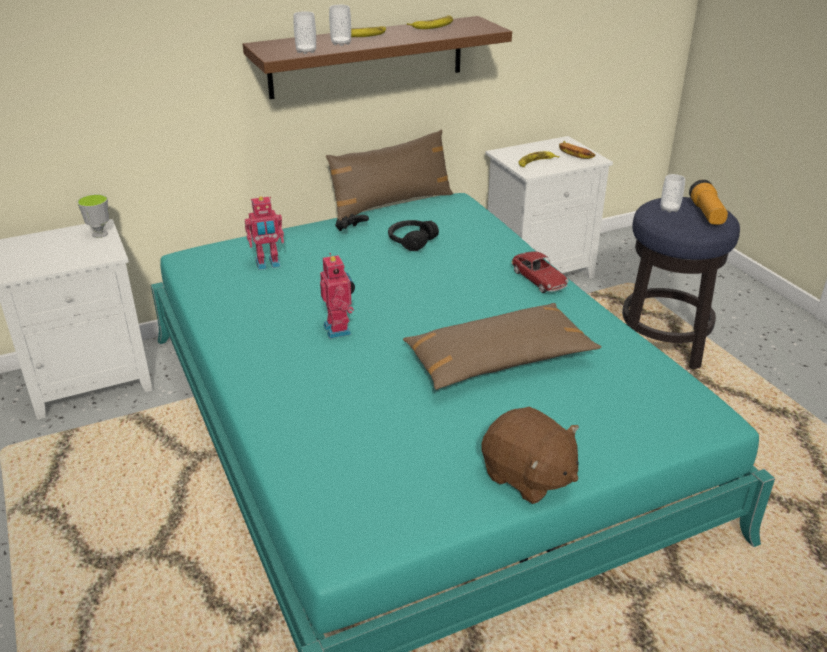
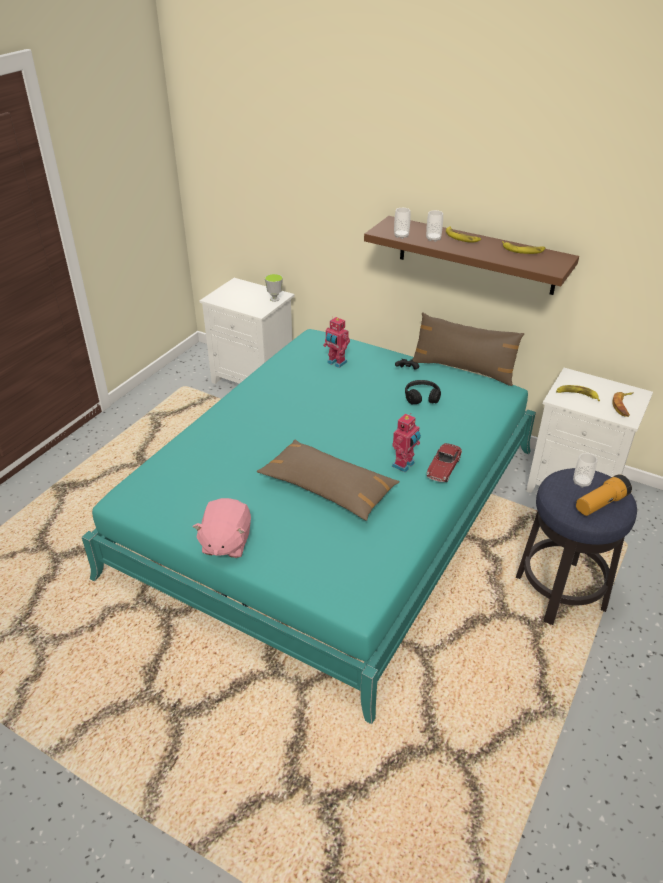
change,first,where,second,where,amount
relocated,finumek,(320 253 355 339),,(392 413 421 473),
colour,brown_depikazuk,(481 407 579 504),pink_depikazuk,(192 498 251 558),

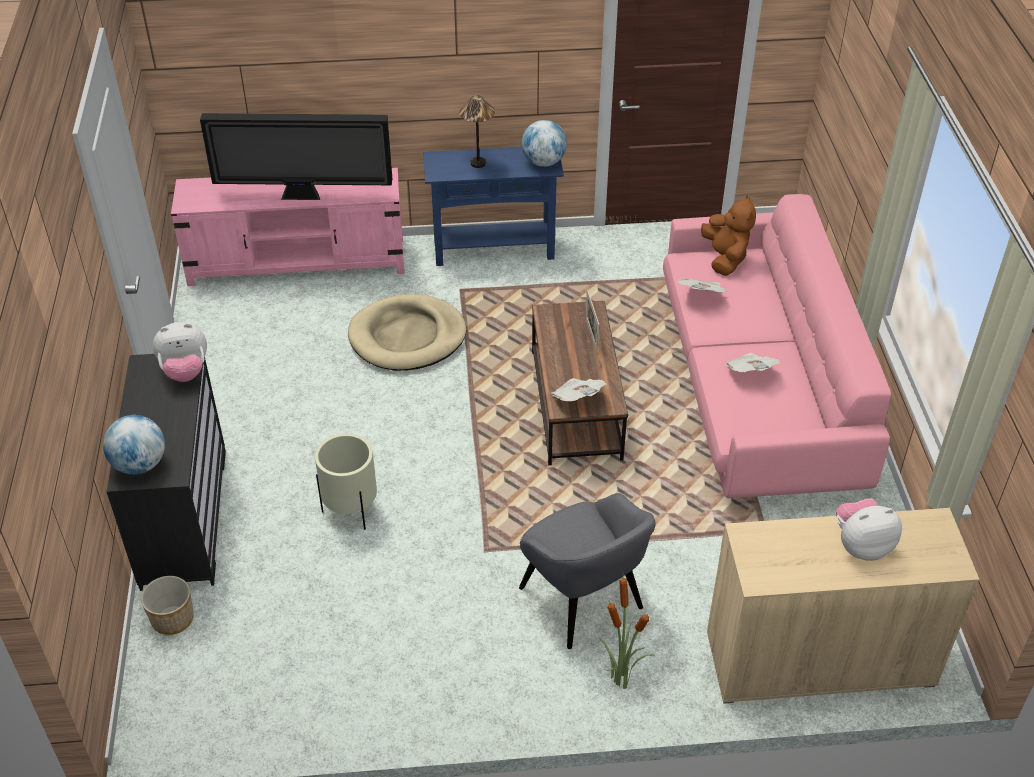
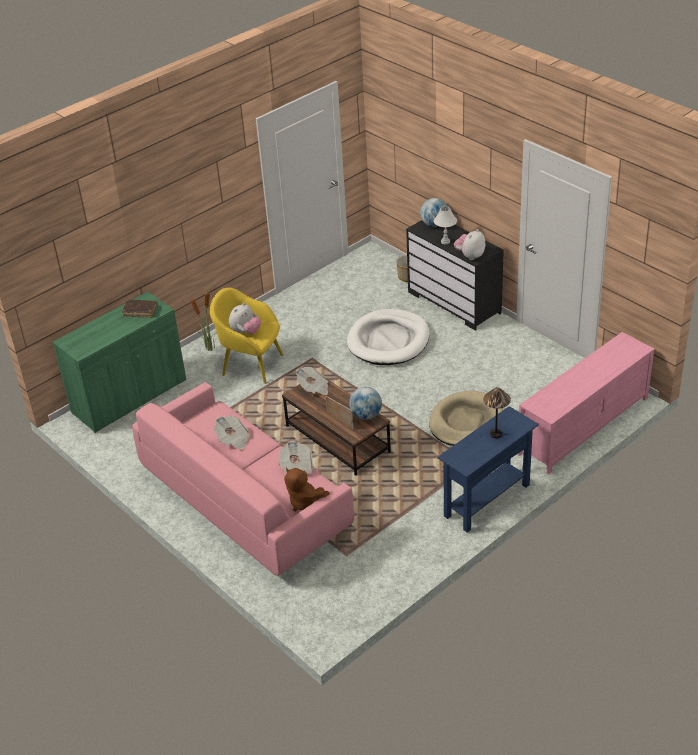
change,first,where,second,where,amount
missing,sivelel,(200 113 392 200),,,
exchanged,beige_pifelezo,(315 434 377 530),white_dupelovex,(347 309 430 365),
colour,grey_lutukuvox,(519 493 655 649),yellow_lutukuvox,(210 288 283 384),
relocated,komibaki,(521 120 567 167),,(349 387 382 420),
colour,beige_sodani,(707 508 980 703),green_sodani,(53 292 186 433),
relocated,depikazuk,(836 498 902 561),,(229 303 261 334),
appeared,,,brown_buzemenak,(122 299 157 318),
appeared,,,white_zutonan,(434 206 457 244),

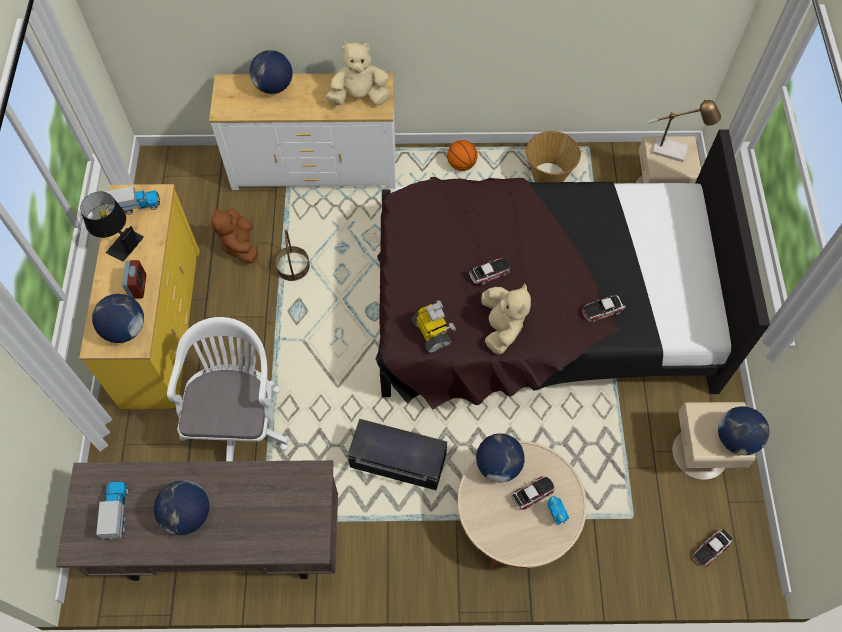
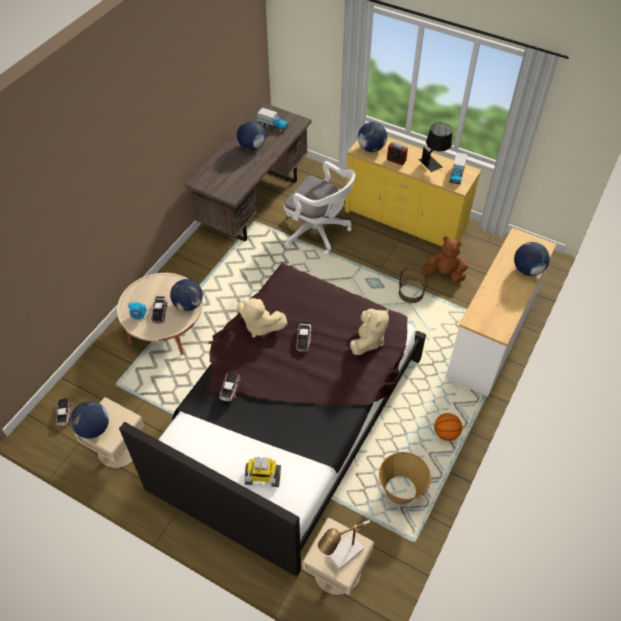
change,first,where,second,where,amount
relocated,beige_depikazuk,(326 42 390 106),,(350 309 389 355),
missing,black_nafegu,(348 419 447 490),,,
relocated,finumek,(411 300 456 353),,(245 457 281 487),

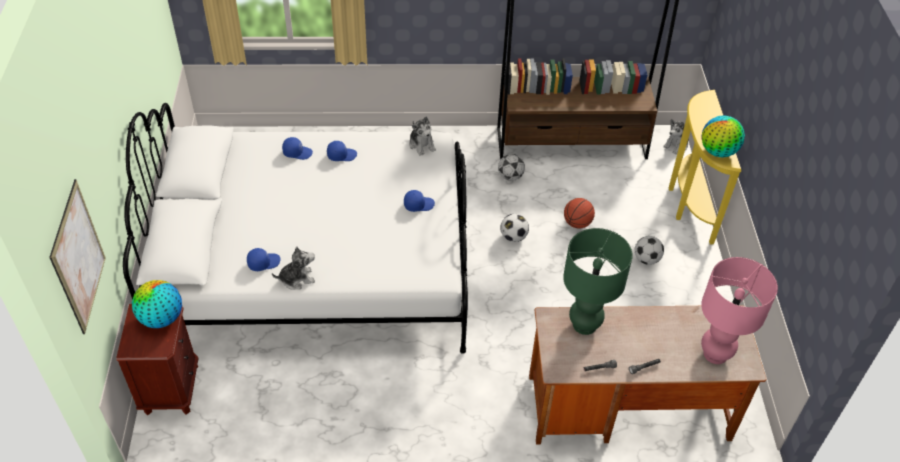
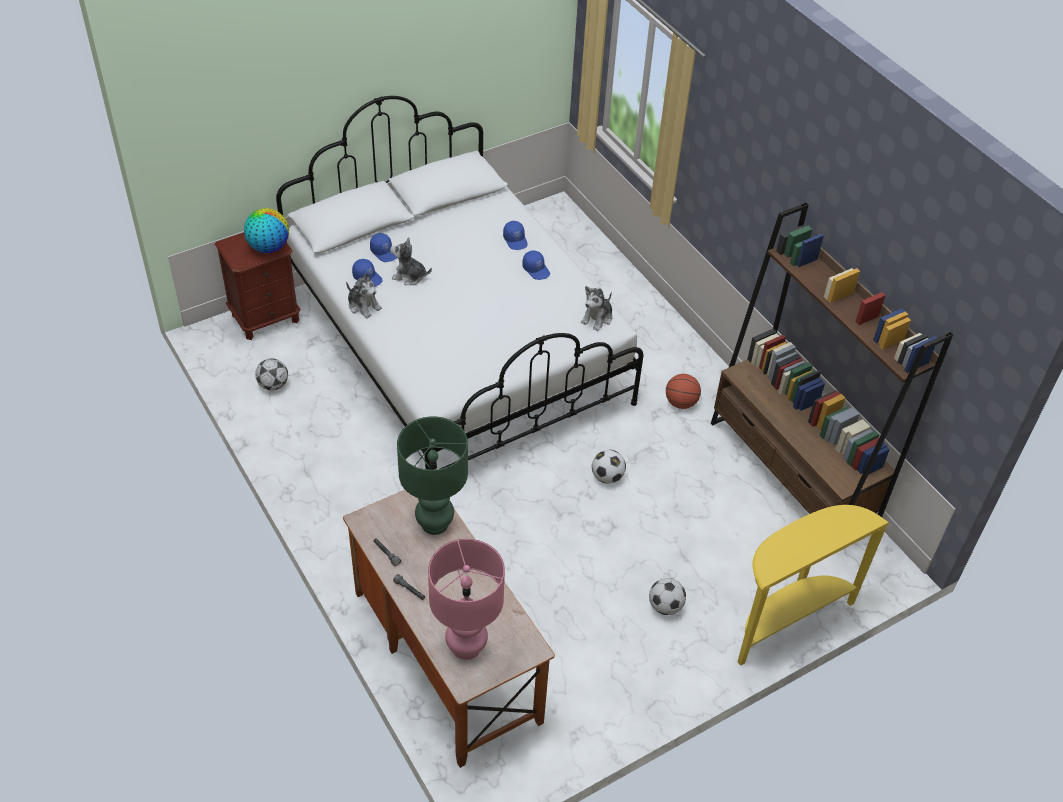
change,first,where,second,where,amount
missing,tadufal,(49 179 106 334),,,
relocated,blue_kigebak,(404 190 435 212),,(370 233 397 262),
relocated,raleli,(498 154 525 181),,(255 358 288 391),
relocated,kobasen,(564 198 595 229),,(666 374 701 409),
relocated,depikazuk,(663 119 689 155),,(390 238 432 285),
missing,komibaki,(701 115 745 157),,,

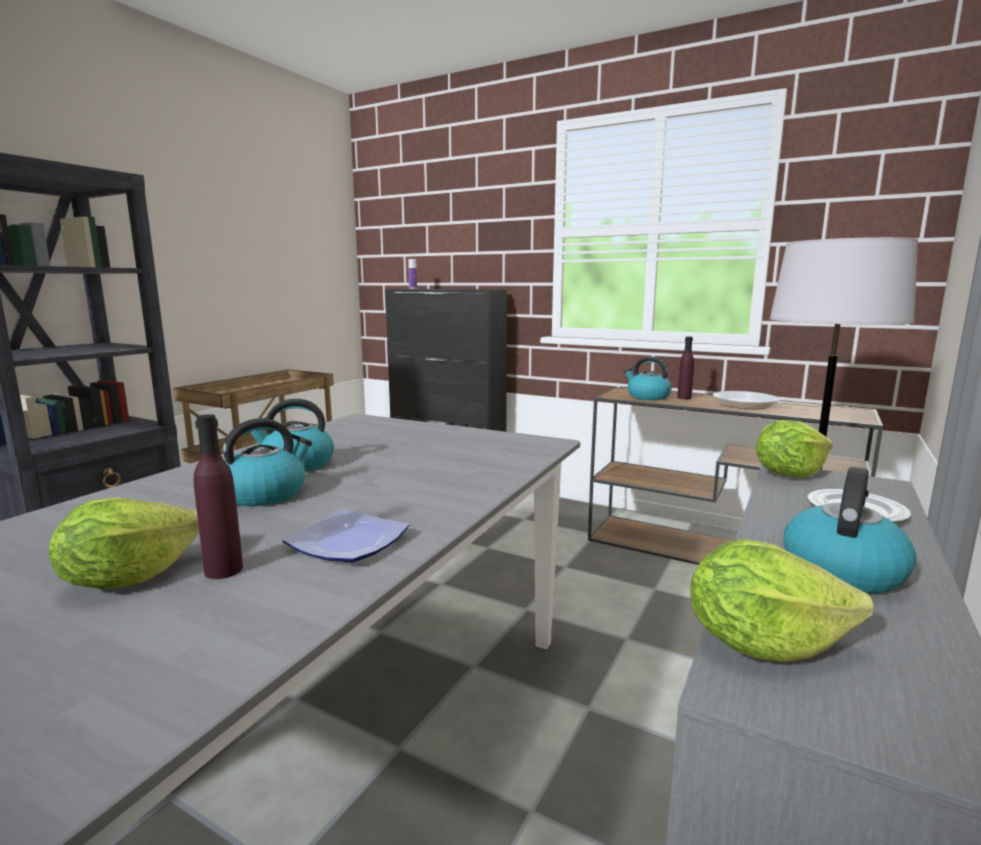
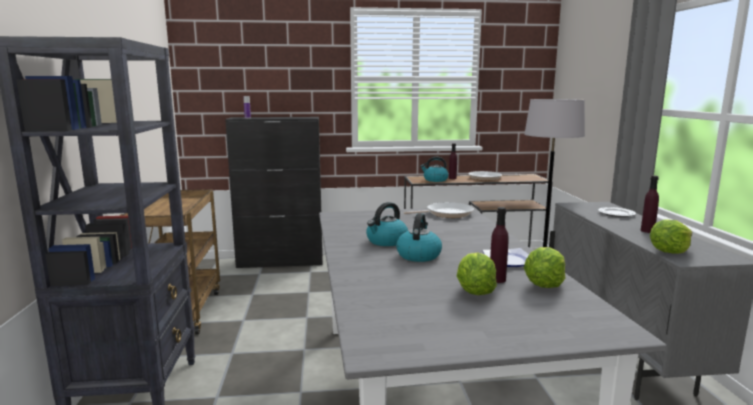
change,first,where,second,where,amount
relocated,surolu,(755 420 833 478),,(524 247 565 288),
exchanged,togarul,(783 467 917 593),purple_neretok,(641 175 659 233),
appeared,,,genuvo,(404 202 474 218),

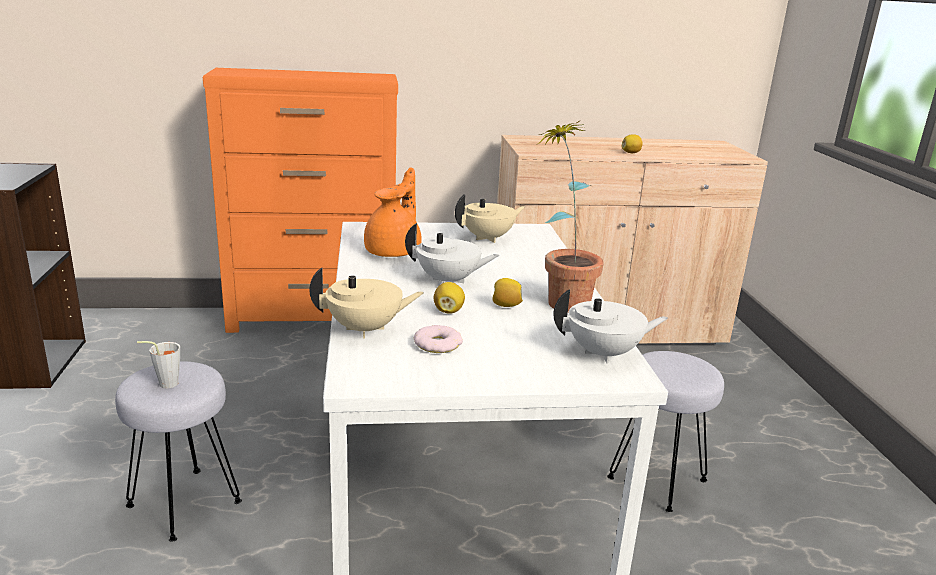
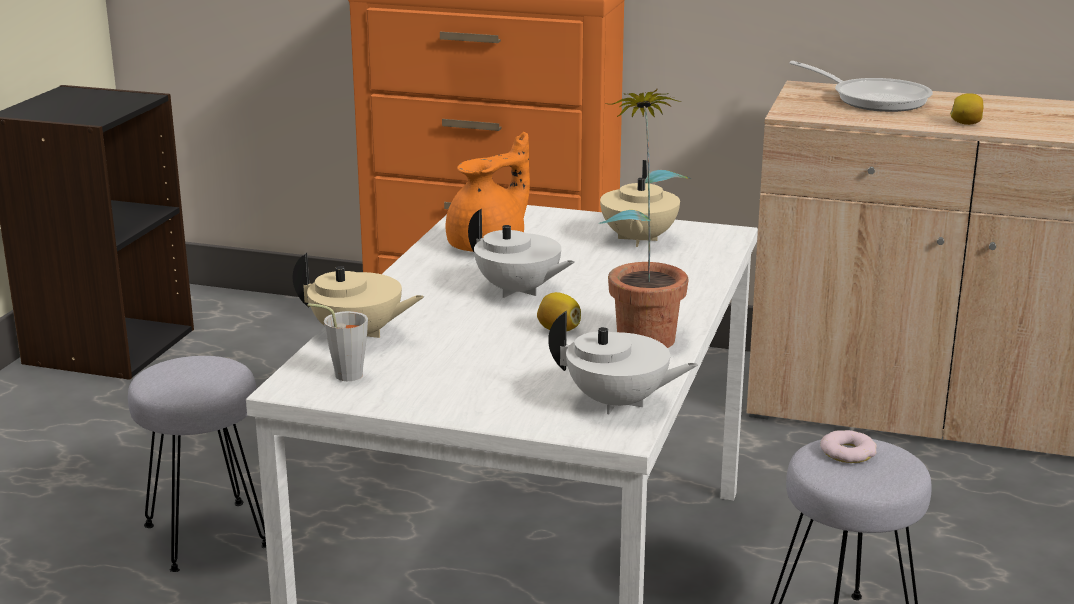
change,first,where,second,where,amount
relocated,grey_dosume,(137 341 180 388),,(308 303 368 381),
relocated,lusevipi,(414 325 463 353),,(820 430 877 463),
missing,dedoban,(434 282 465 314),,,
spun,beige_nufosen,(455 194 525 243),,(600 160 680 247),105 degrees clockwise
appeared,,,genuvo,(789 61 933 112),

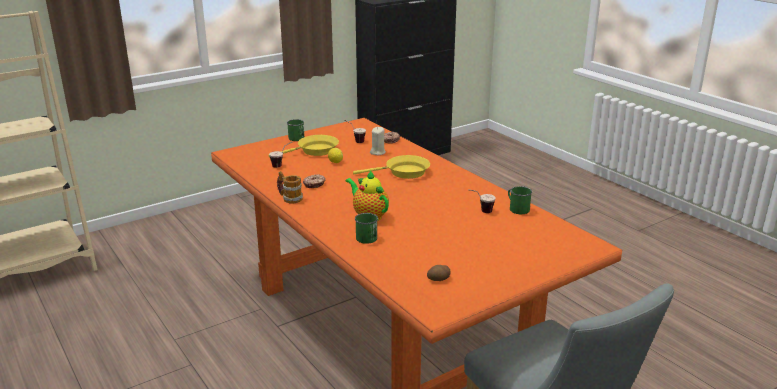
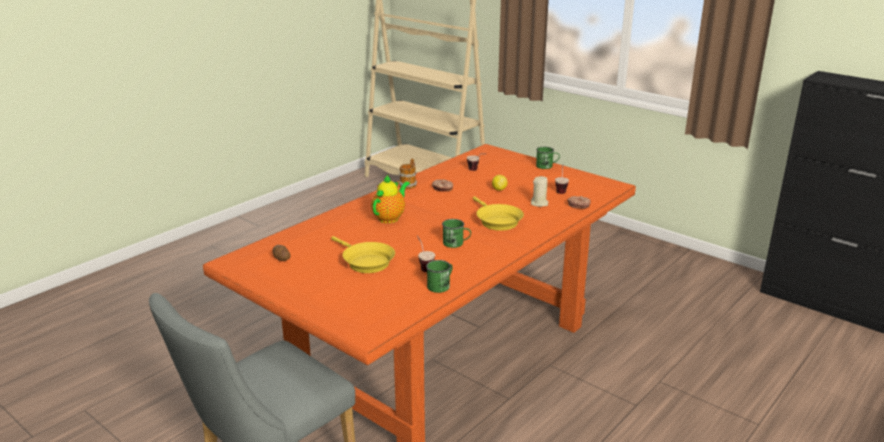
change,first,where,second,where,amount
relocated,yellow_genuvo,(268 135 339 158),,(331 236 395 273),
relocated,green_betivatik,(355 213 378 244),,(442 219 471 248),

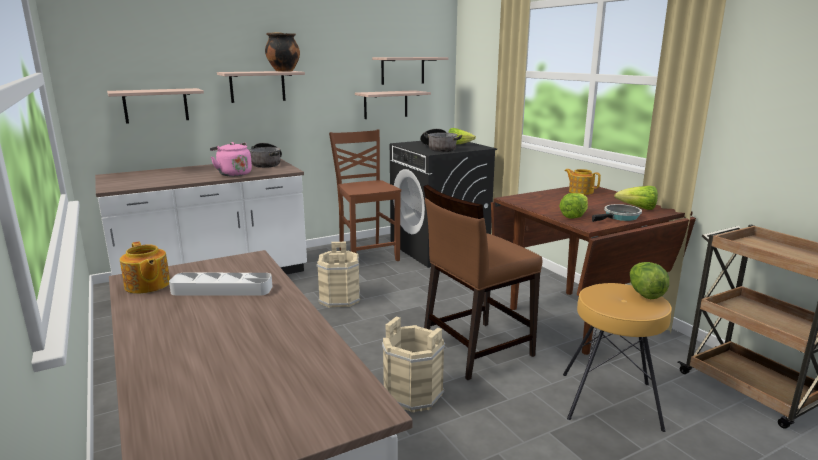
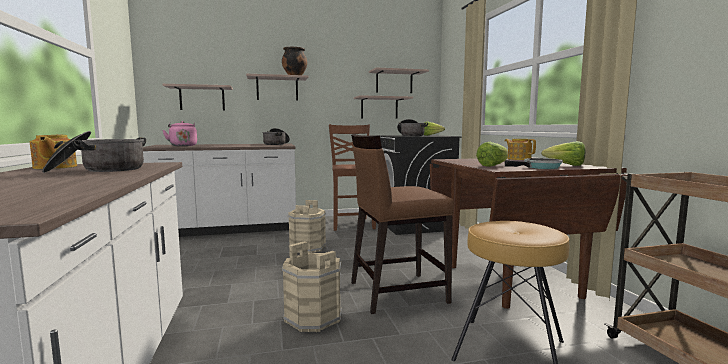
change,first,where,second,where,amount
exchanged,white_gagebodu,(169 273 273 296),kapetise,(42 131 146 173),
relocated,pink_togarul,(210 142 252 176),,(163 121 197 146),
missing,surolu,(630 262 669 299),,,

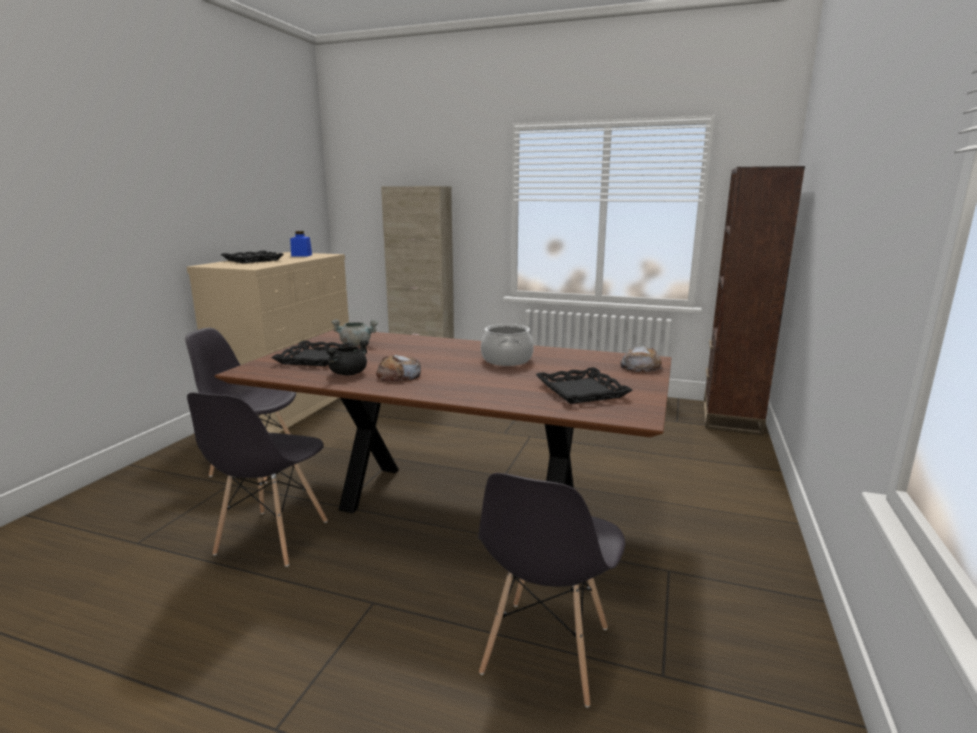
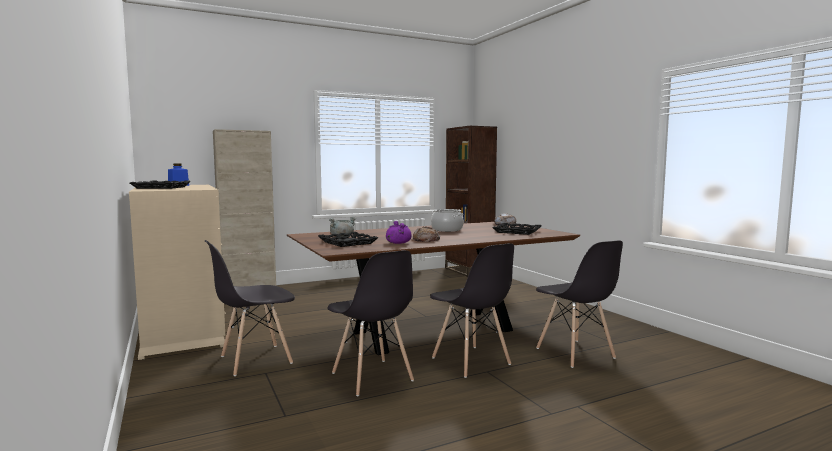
change,first,where,second,where,amount
colour,black_kapetise,(326 340 369 375),purple_kapetise,(386 221 412 244),
appeared,,,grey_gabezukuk,(430 243 514 378),

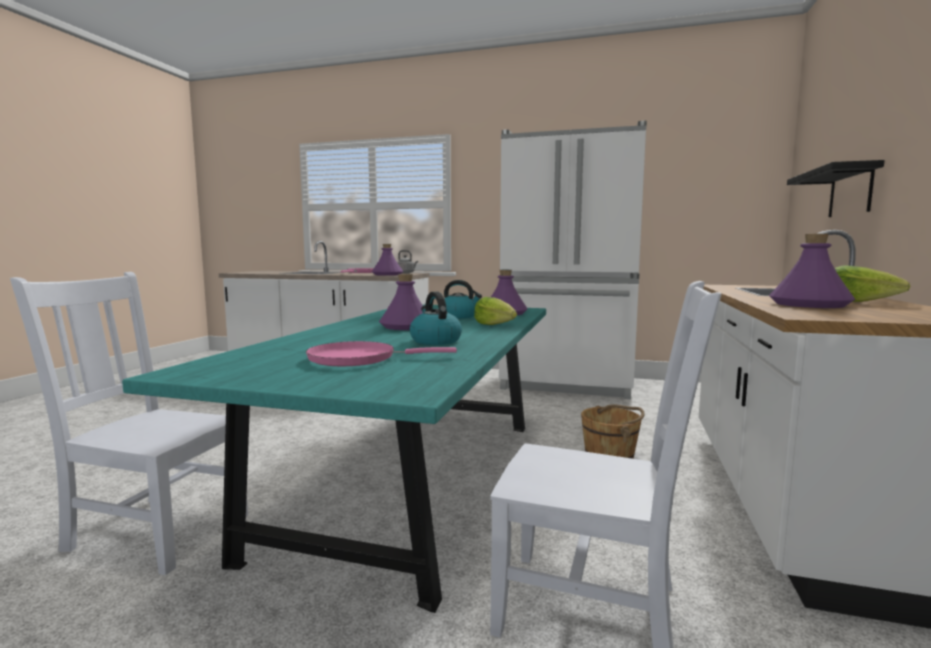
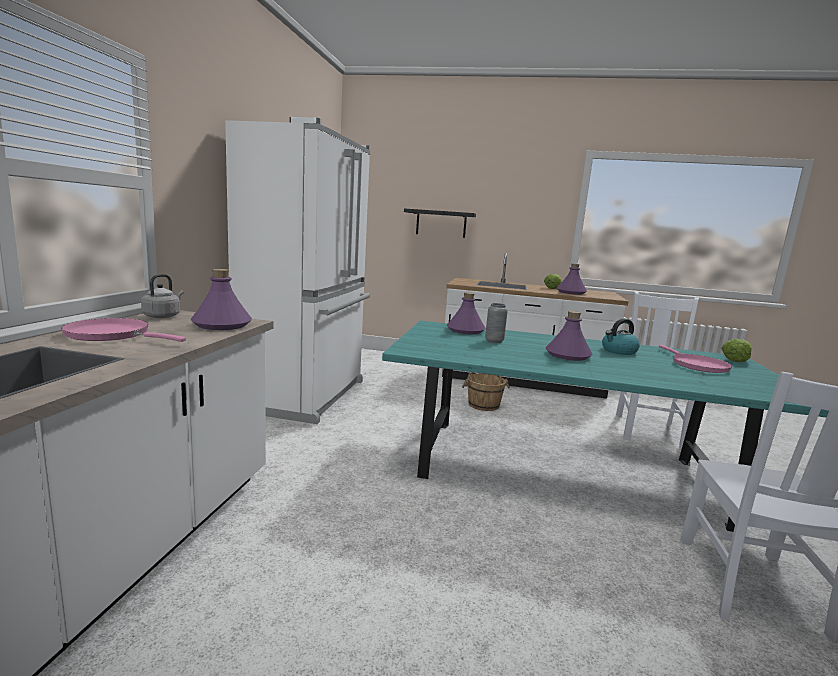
change,first,where,second,where,amount
exchanged,togarul,(444 280 482 319),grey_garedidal,(485 303 508 343),
relocated,surolu,(474 297 517 325),,(721 339 752 362),

